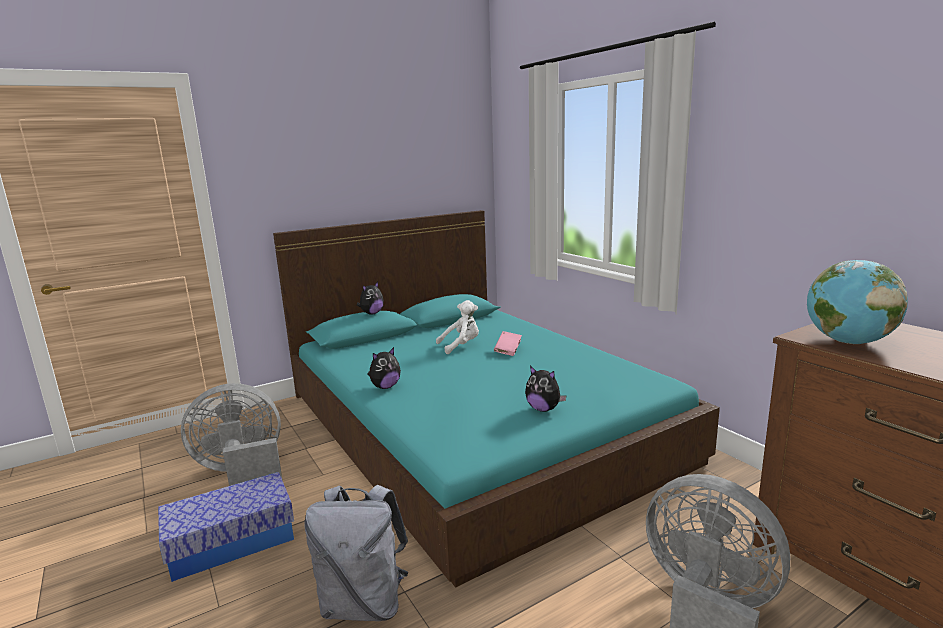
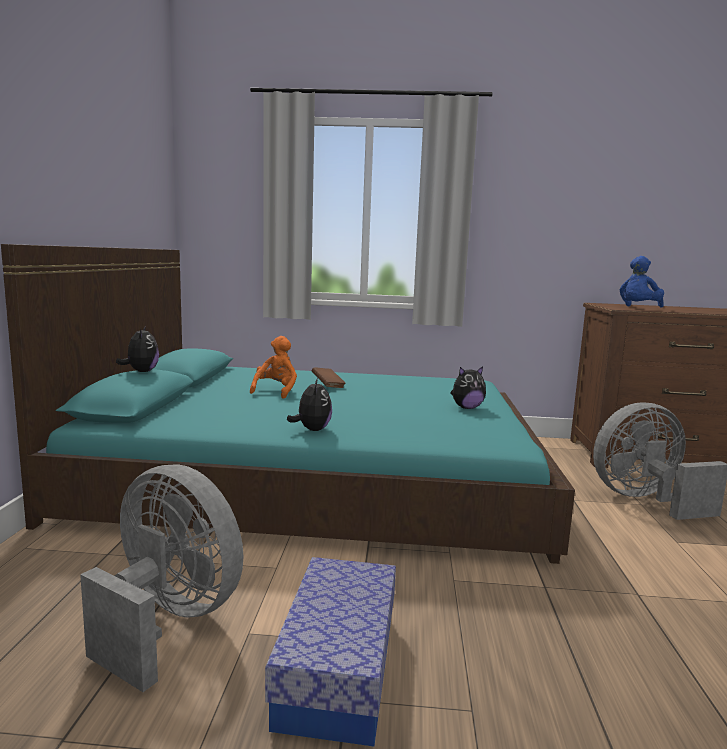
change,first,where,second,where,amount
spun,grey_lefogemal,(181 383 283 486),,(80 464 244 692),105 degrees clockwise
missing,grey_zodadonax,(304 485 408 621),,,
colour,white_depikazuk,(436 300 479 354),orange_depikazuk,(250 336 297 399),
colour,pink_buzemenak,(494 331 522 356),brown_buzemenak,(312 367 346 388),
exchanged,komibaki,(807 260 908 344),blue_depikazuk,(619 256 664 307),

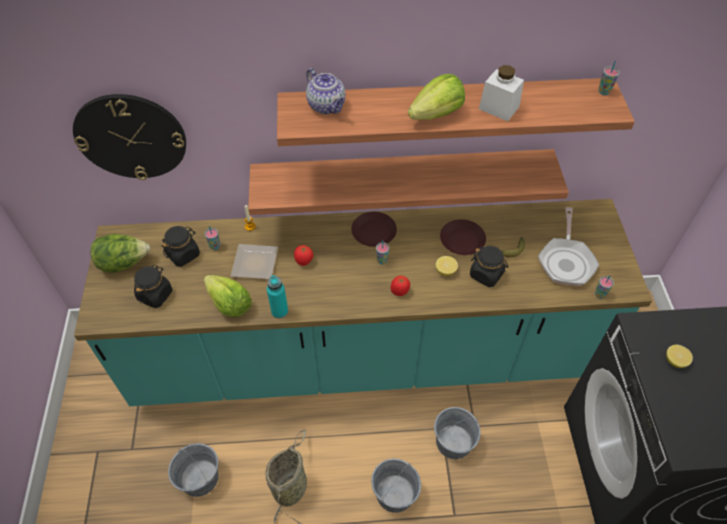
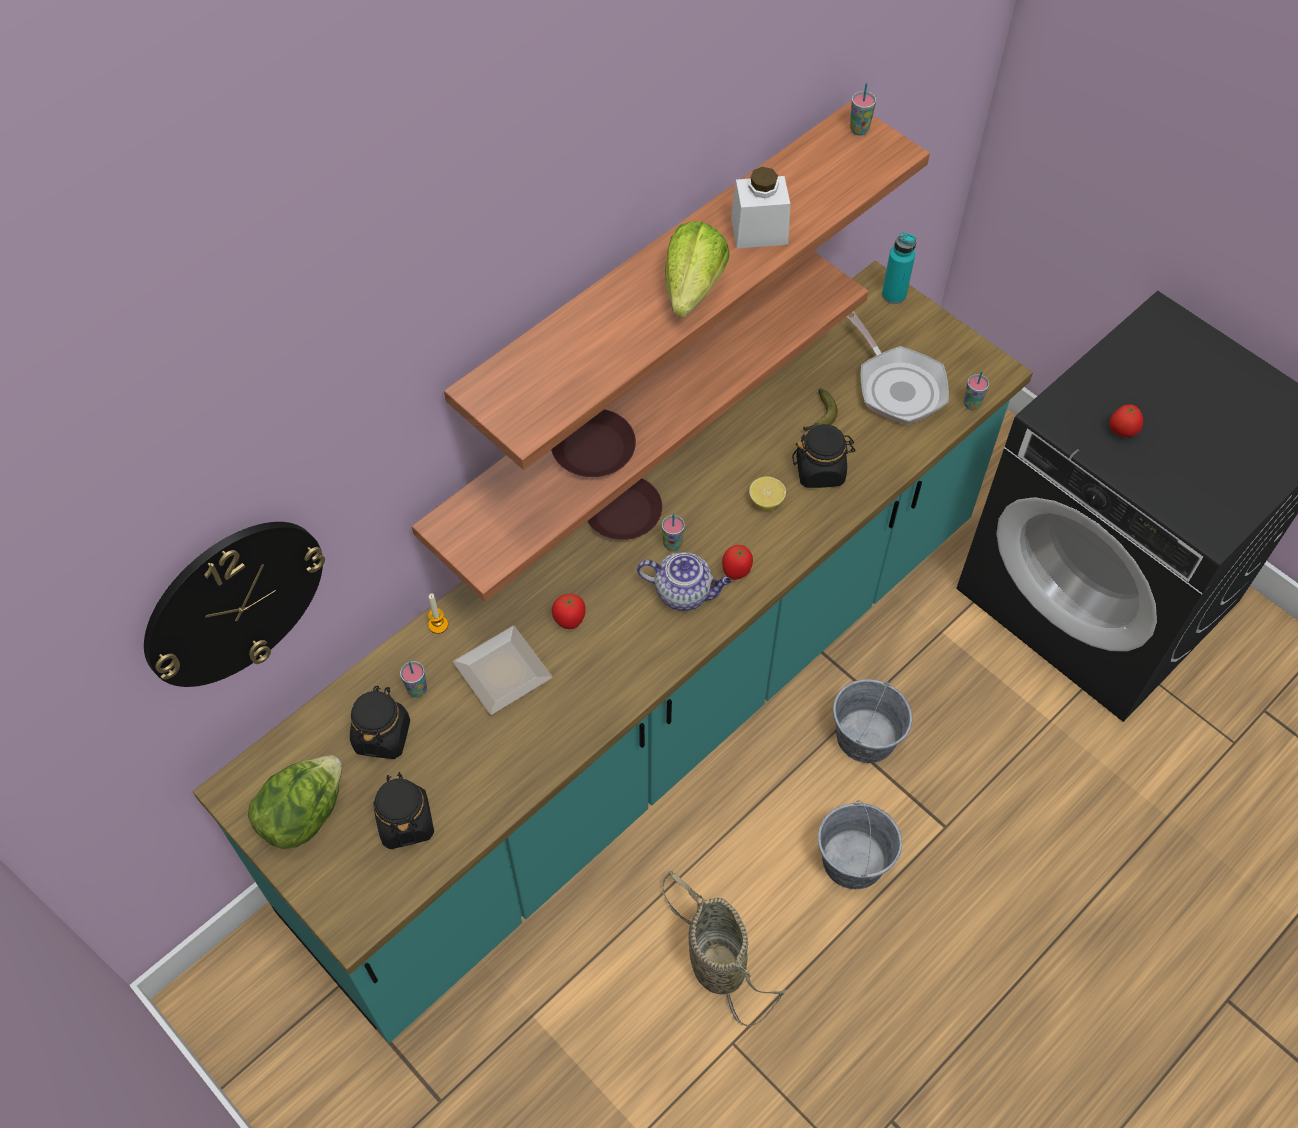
change,first,where,second,where,amount
missing,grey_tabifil,(168 443 218 497),,,
missing,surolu,(203 275 252 317),,,
relocated,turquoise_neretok,(267 275 288 319),,(882 232 916 304),
relocated,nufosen,(306 68 345 114),,(637 552 732 611),
relocated,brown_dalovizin,(440 219 486 255),,(551 409 636 477),
exchanged,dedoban,(666 345 693 368),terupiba,(1109 404 1143 437),

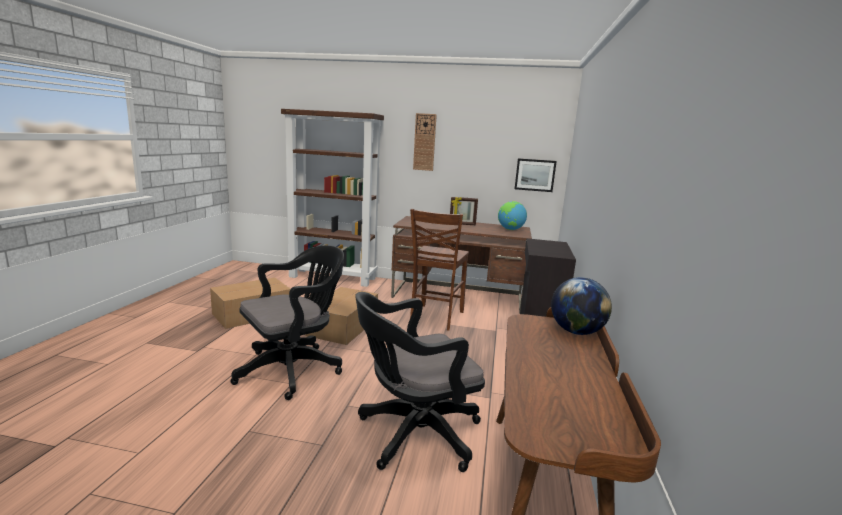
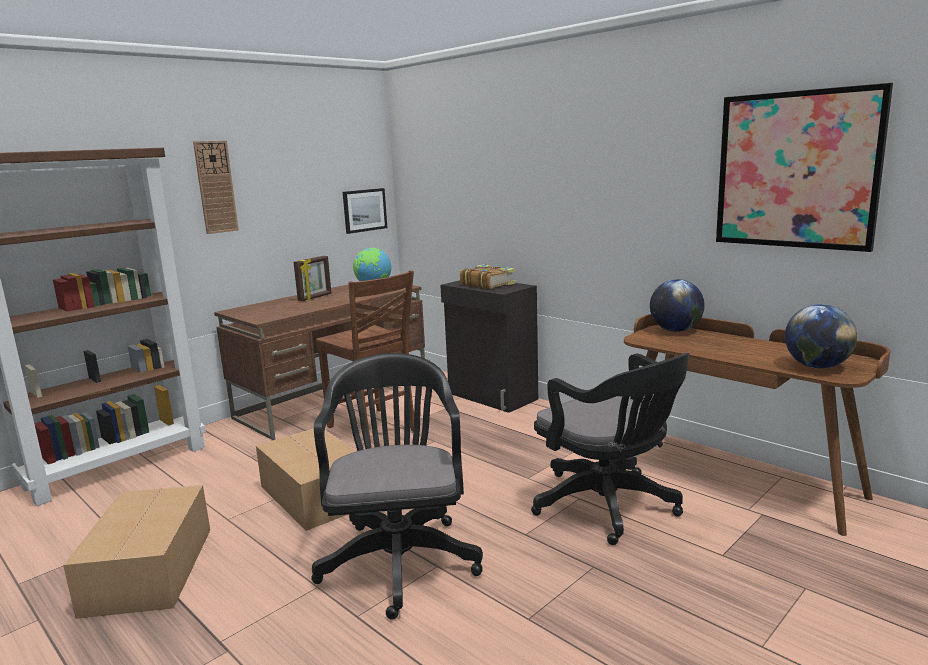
change,first,where,second,where,amount
spun,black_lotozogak,(355 292 485 472),,(531 353 689 545),45 degrees counterclockwise
appeared,,,buzemenak,(460 264 515 290),
appeared,,,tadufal,(716 83 893 252),
appeared,,,komibaki,(785 304 857 368),

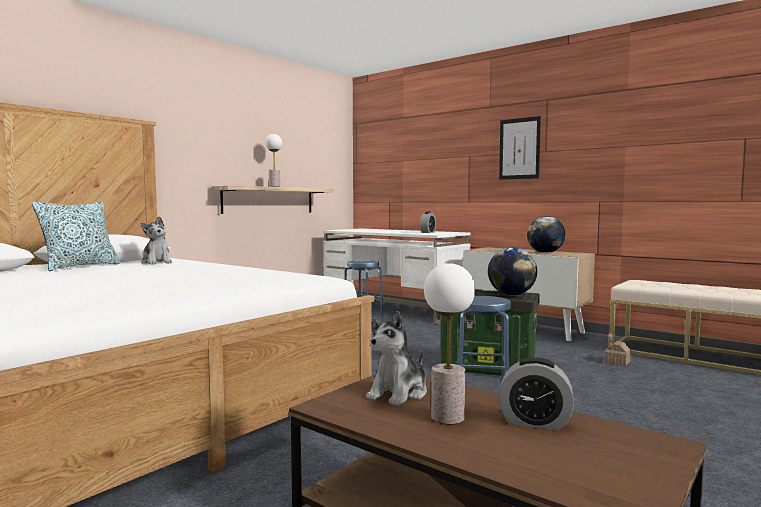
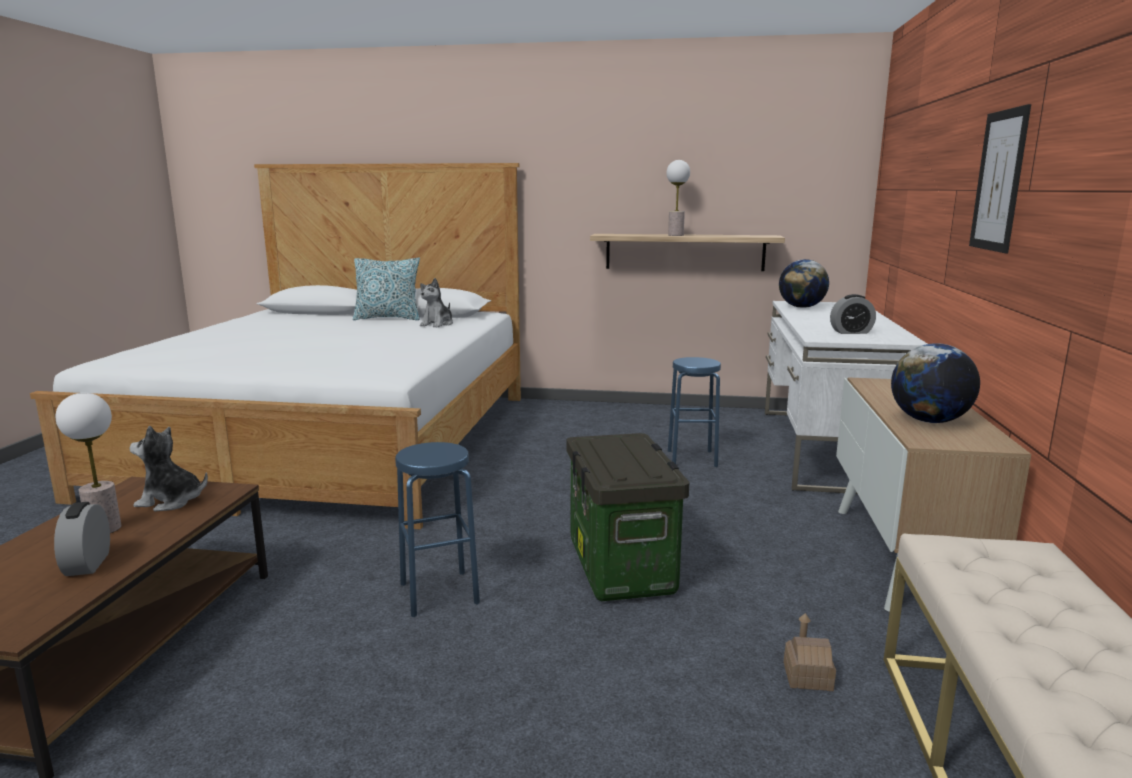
change,first,where,second,where,amount
relocated,komibaki,(488 247 537 295),,(779 259 829 308),

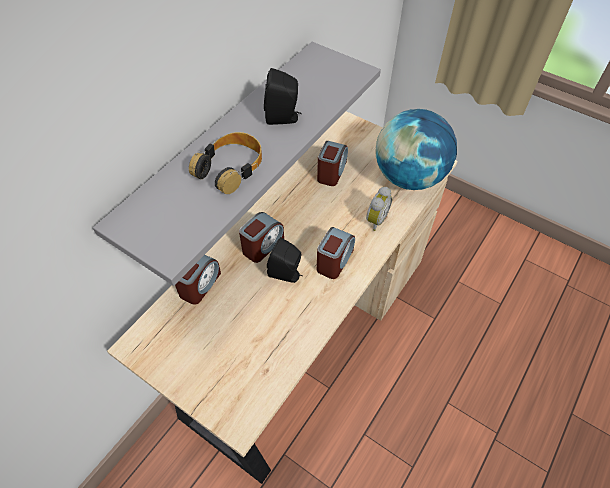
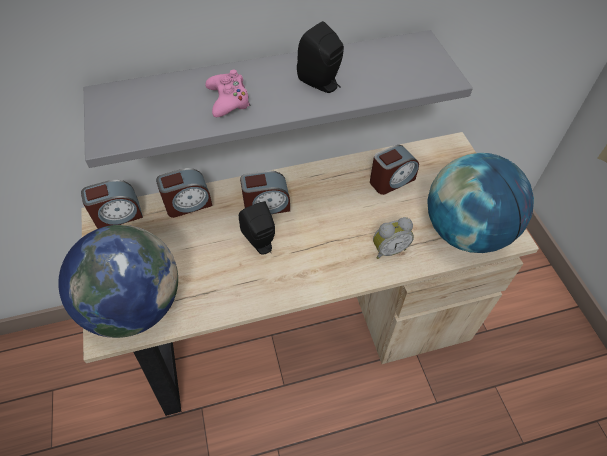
change,first,where,second,where,amount
exchanged,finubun,(189 132 262 194),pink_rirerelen,(205 70 251 117),
relocated,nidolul,(317 227 355 279),,(81 180 143 229),
appeared,,,komibaki,(58 225 178 338),

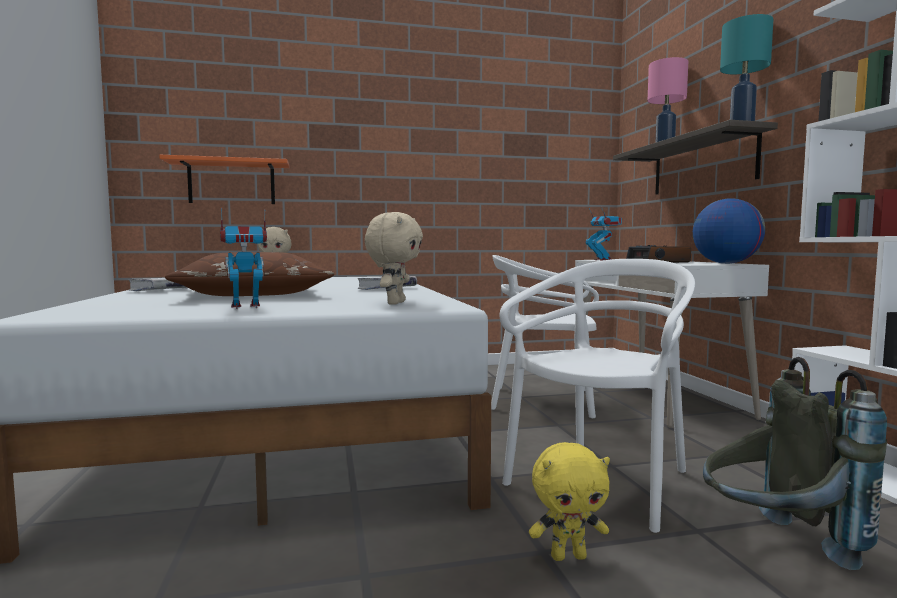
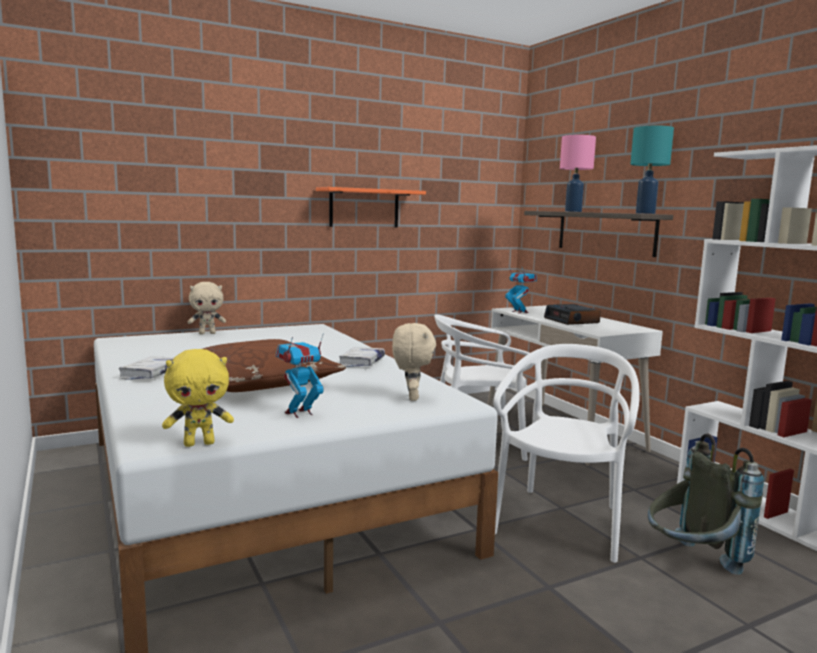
change,first,where,second,where,amount
relocated,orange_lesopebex,(159 155 290 204),,(316 187 426 228),
relocated,yellow_depikazuk,(529 442 610 561),,(162 349 234 447),
missing,komibaki,(693 198 765 264),,,

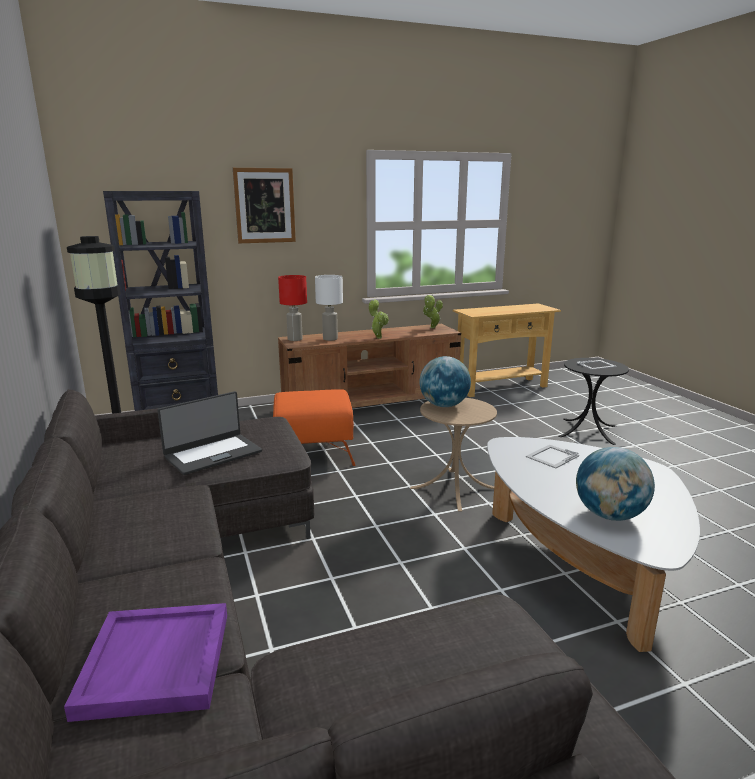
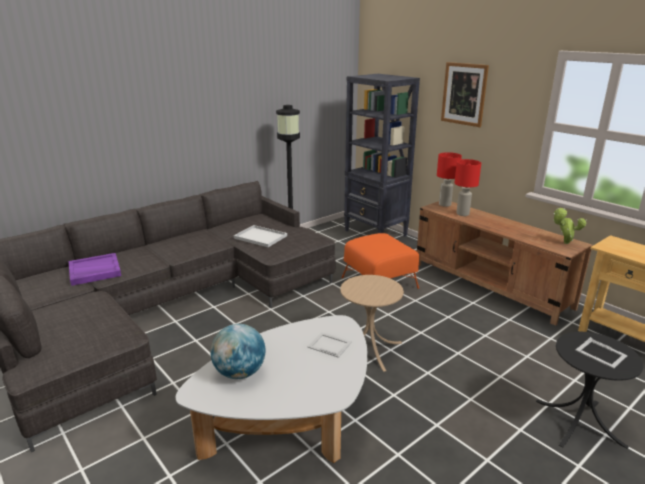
change,first,where,second,where,amount
exchanged,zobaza,(157 391 262 475),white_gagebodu,(234 225 287 247),
colour,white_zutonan,(315 275 343 341),red_zutonan,(455 159 481 216),
missing,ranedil,(369 299 389 339),,,
missing,komibaki,(419 356 471 407),,,

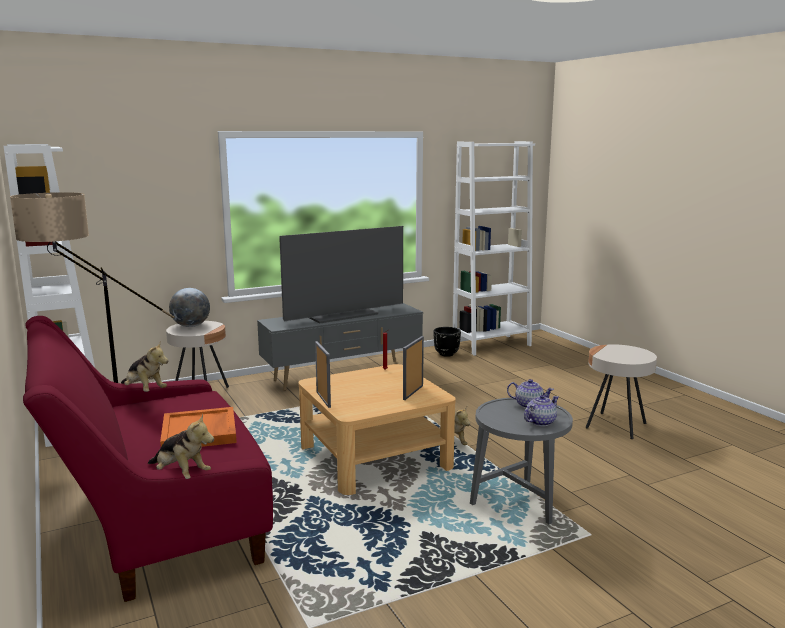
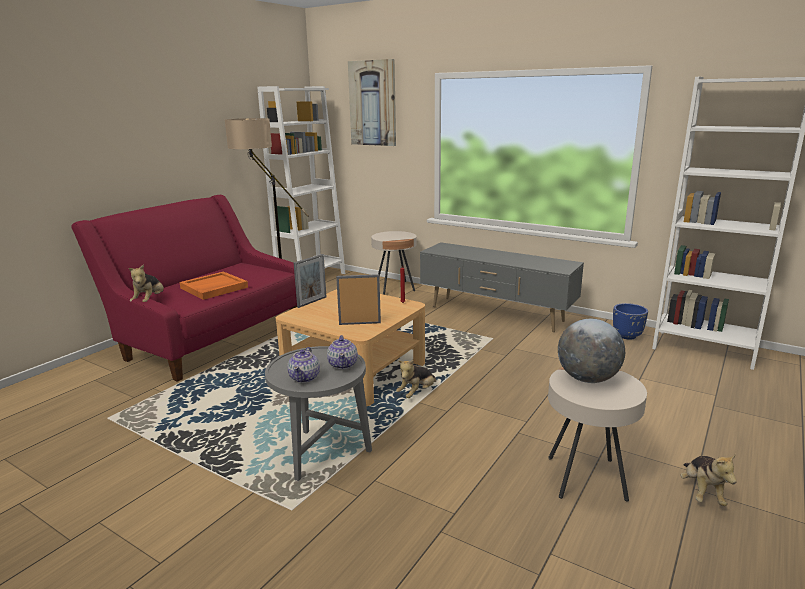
change,first,where,second,where,amount
relocated,depikazuk,(121 341 168 392),,(680 454 737 506),
relocated,komibaki,(169 288 210 327),,(558 319 625 383),
missing,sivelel,(279 226 403 323),,,
colour,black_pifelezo,(433 327 461 357),blue_pifelezo,(613 303 648 340),
spun,nufosen,(524 395 559 426),,(288 347 320 383),75 degrees clockwise
appeared,,,tadufal,(348 59 396 146),

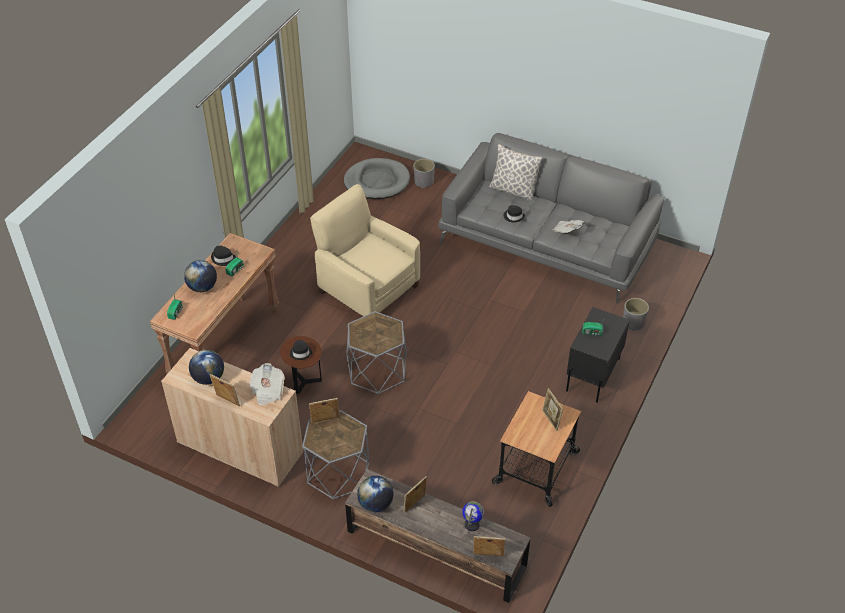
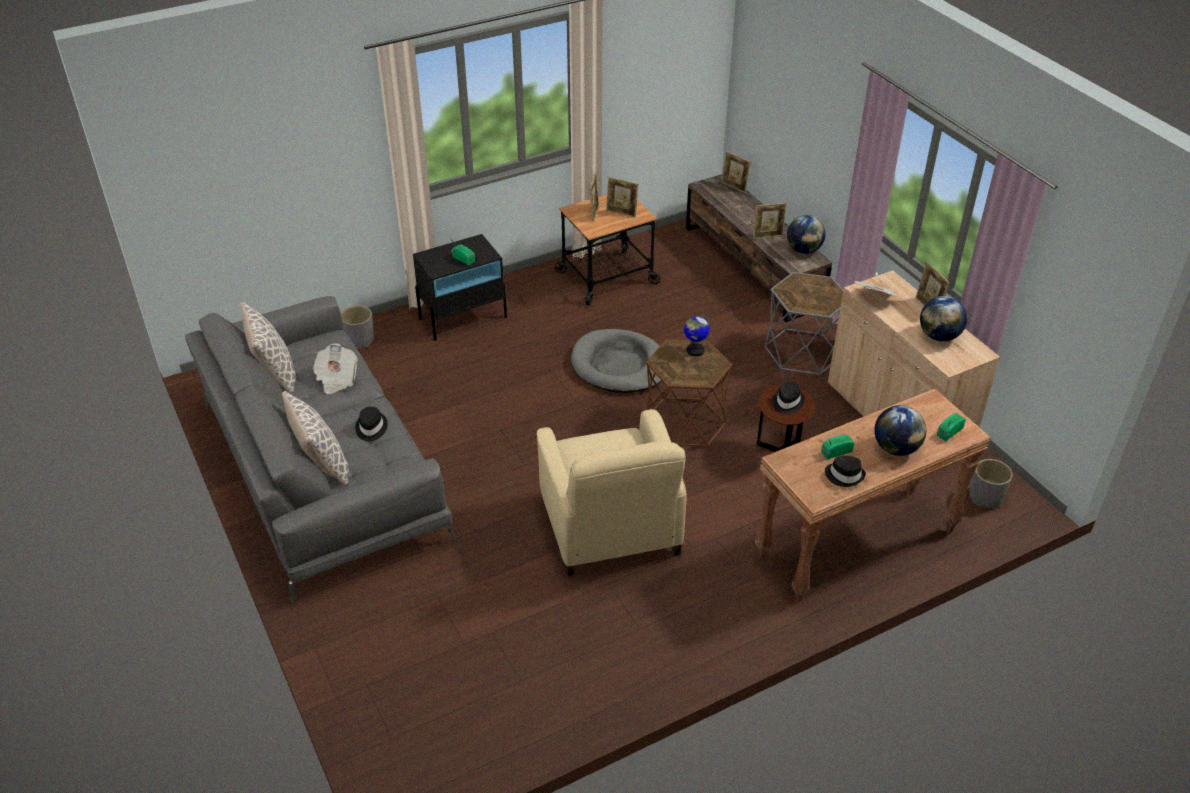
change,first,where,second,where,amount
relocated,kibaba,(309 398 339 423),,(606 177 639 217),
relocated,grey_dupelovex,(344 158 410 199),,(571 329 662 393),
colour,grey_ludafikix,(346 311 407 395),brown_ludafikix,(646 340 732 447),
relocated,grey_pifelezo,(413 159 435 188),,(969 459 1013 508),
relocated,komibaki,(463 501 484 531),,(684 315 710 356),
appeared,,,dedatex,(240 302 296 394),

